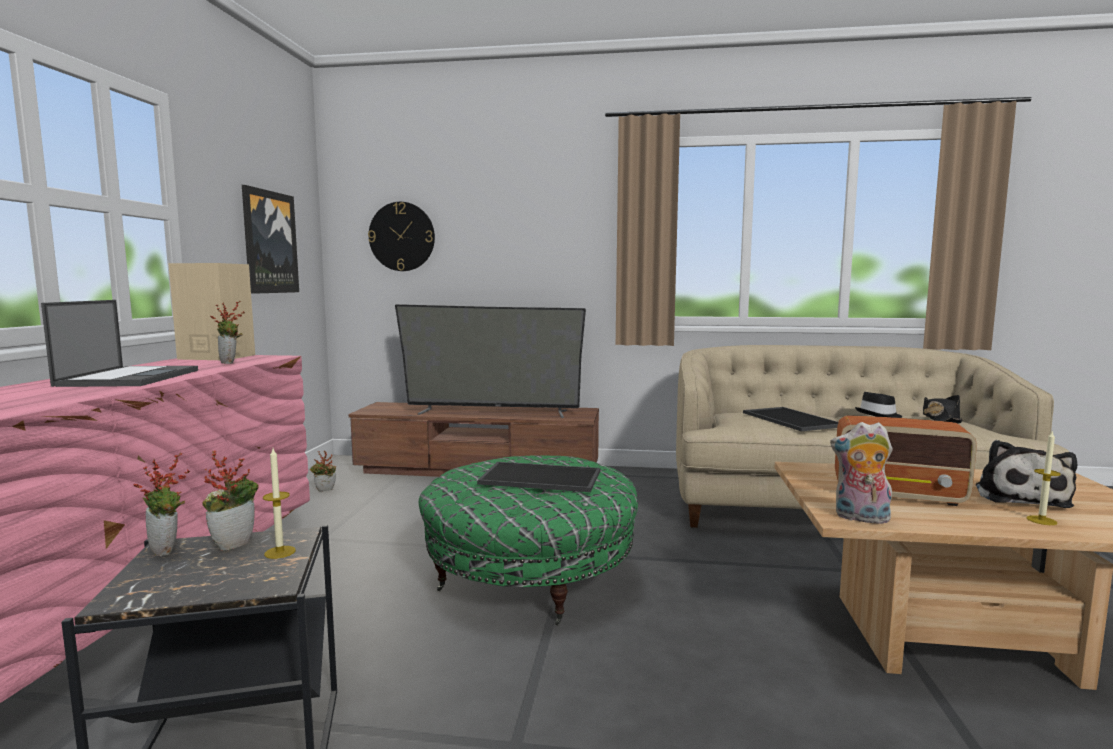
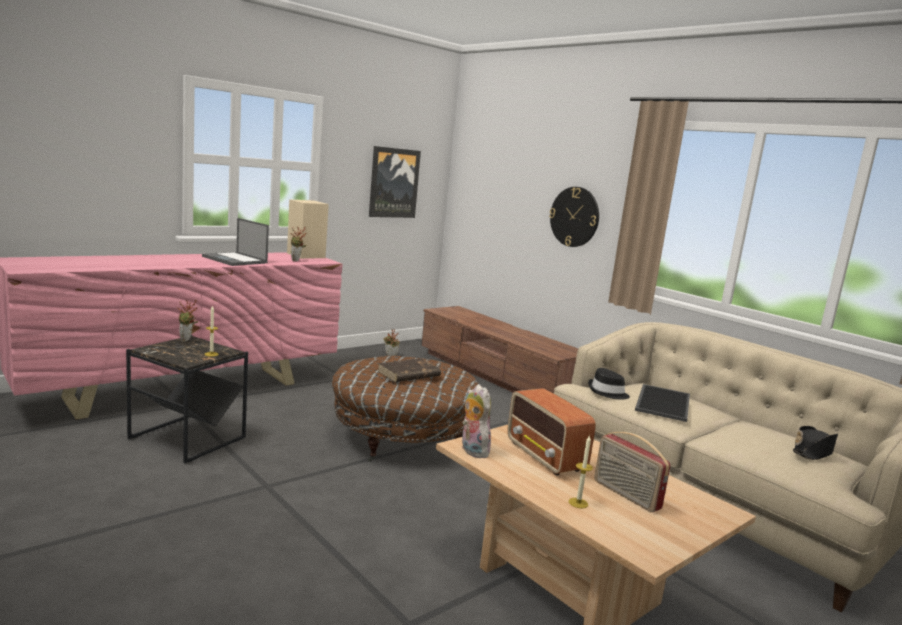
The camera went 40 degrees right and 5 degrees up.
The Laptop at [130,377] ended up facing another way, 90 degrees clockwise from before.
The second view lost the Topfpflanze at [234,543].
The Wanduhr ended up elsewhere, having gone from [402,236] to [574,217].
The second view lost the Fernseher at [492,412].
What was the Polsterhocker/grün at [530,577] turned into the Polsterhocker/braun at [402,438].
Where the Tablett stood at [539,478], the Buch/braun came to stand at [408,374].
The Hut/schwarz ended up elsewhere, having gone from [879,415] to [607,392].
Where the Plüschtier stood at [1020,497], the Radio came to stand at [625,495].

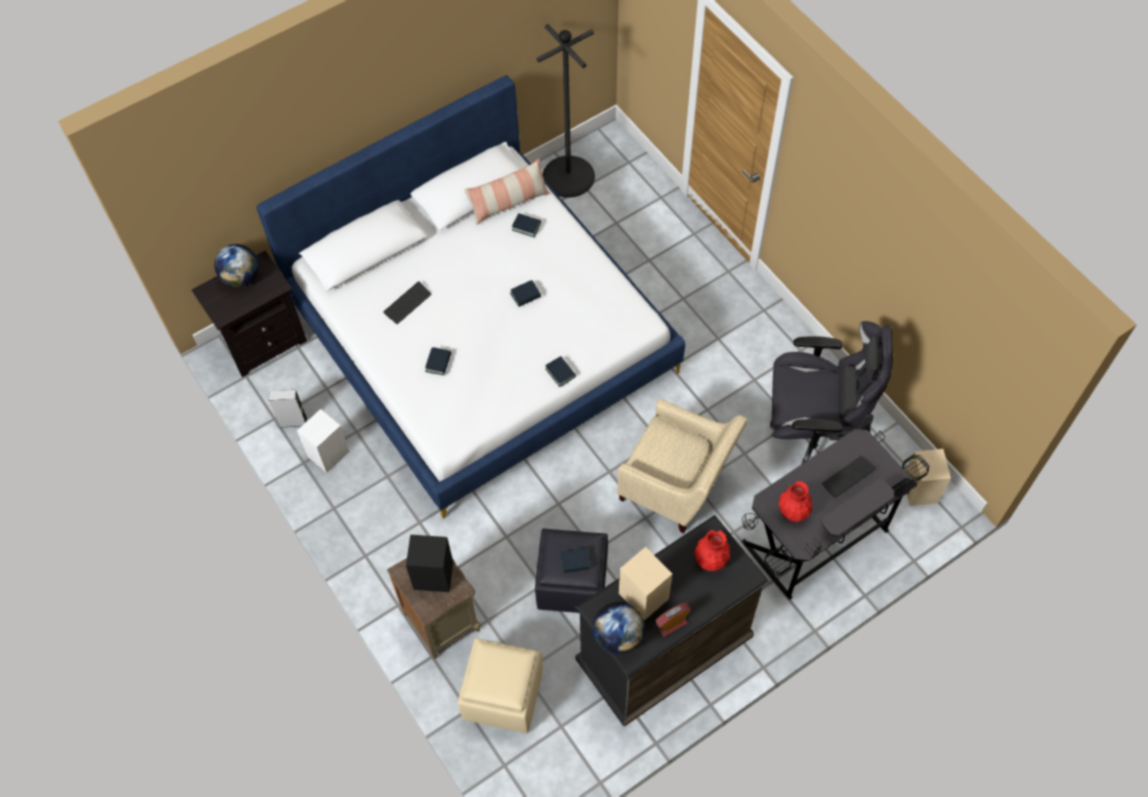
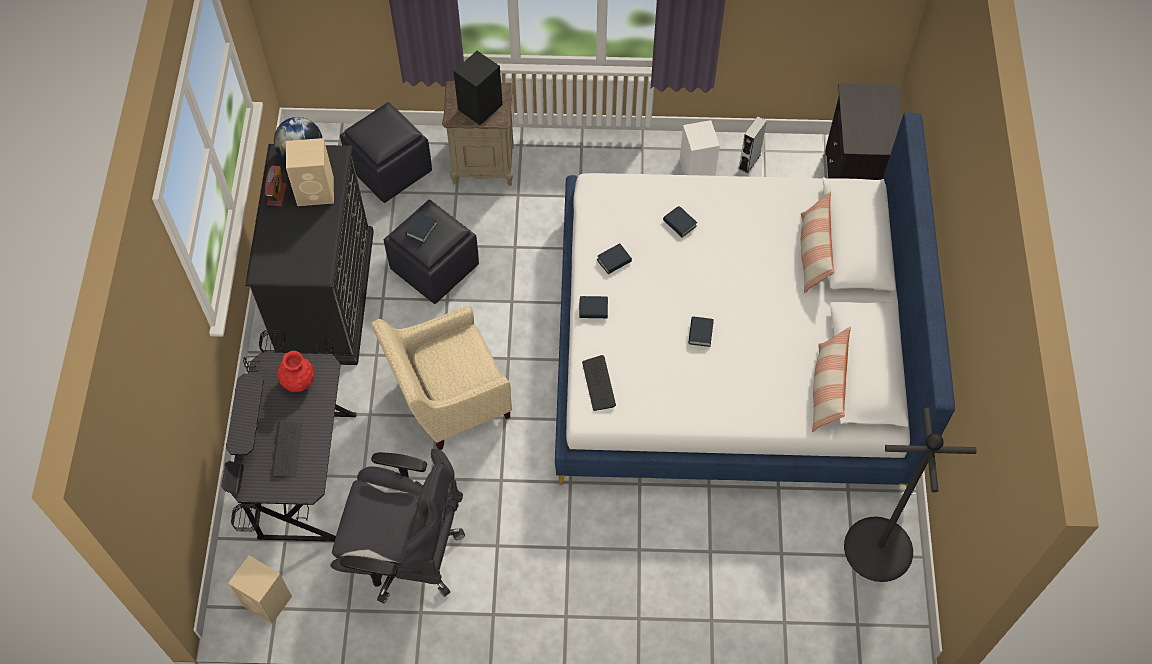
The camera went 125 degrees right and 0 degrees up.
The second view lost the Globus at [241,277].
The Tastatur ended up elsewhere, having gone from [407,303] to [598,384].
What was the Polsterhocker/beige at [502,695] turned into the Polsterhocker/schwarz at [390,168].
The Buch ended up elsewhere, having gone from [526,226] to [614,261].
The second view lost the Vase/rot at [711,559].
The Bürostuhl/schwarz at [811,430] ended up facing another way, 120 degrees counterclockwise from before.
The second view gained the Kissen at [813,253].

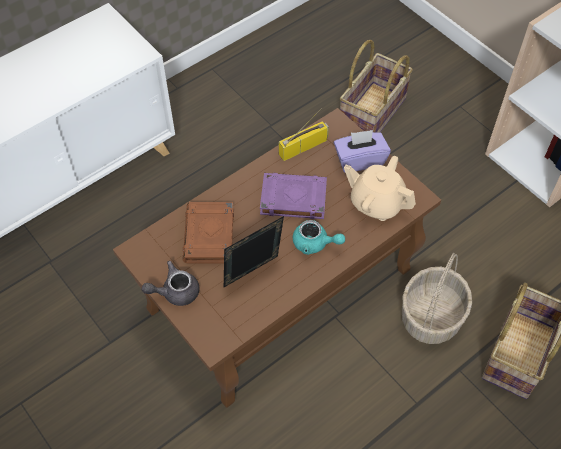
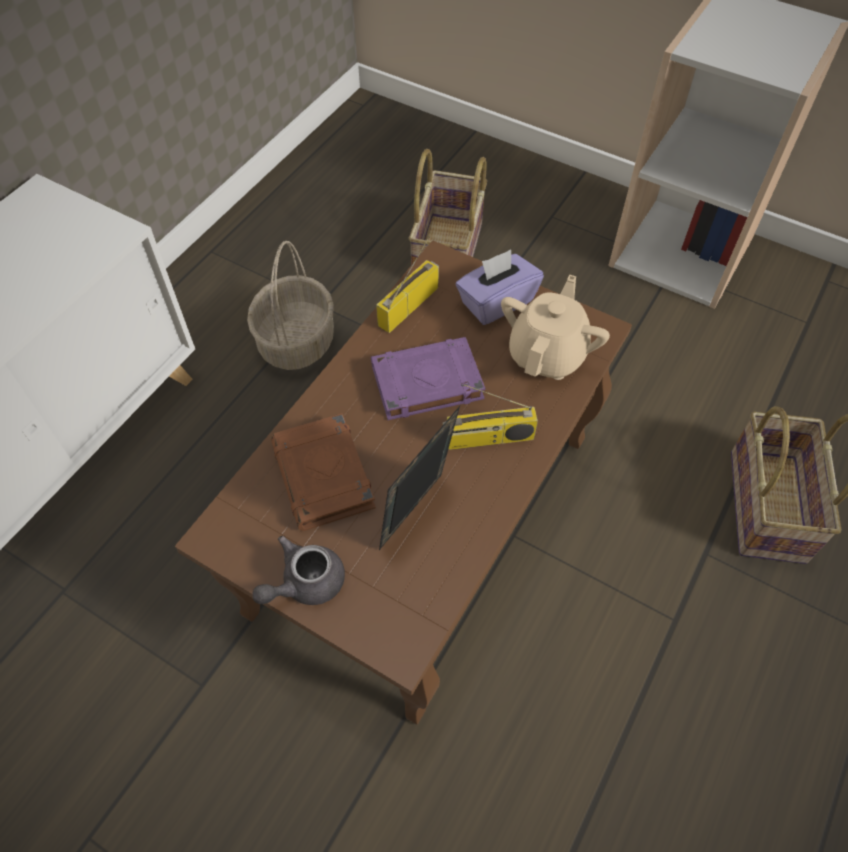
The camera went 20 degrees left and 0 degrees up.
Where the Teekanne/türkis stood at [315,244], the Radio came to stand at [487,439].
The Teekanne/beige at [376,203] ended up facing another way, 105 degrees clockwise from before.
The Korb ended up elsewhere, having gone from [431,317] to [297,342].

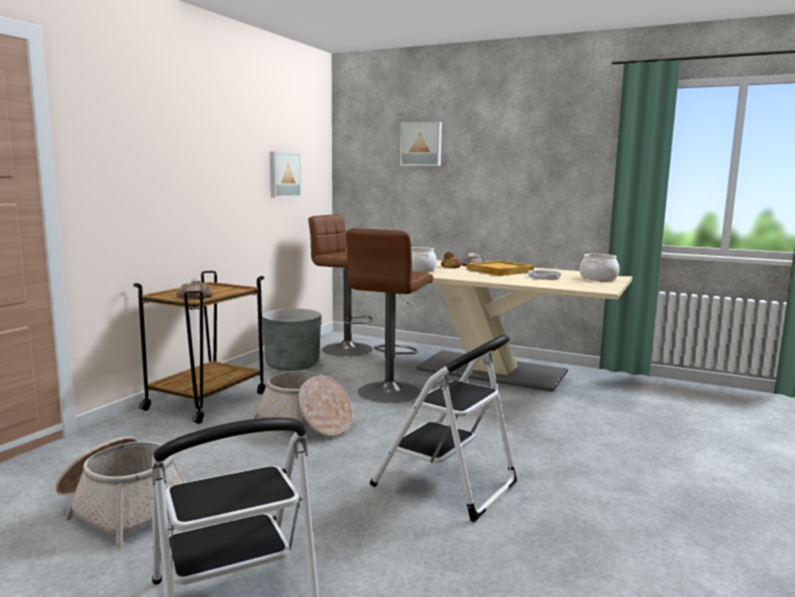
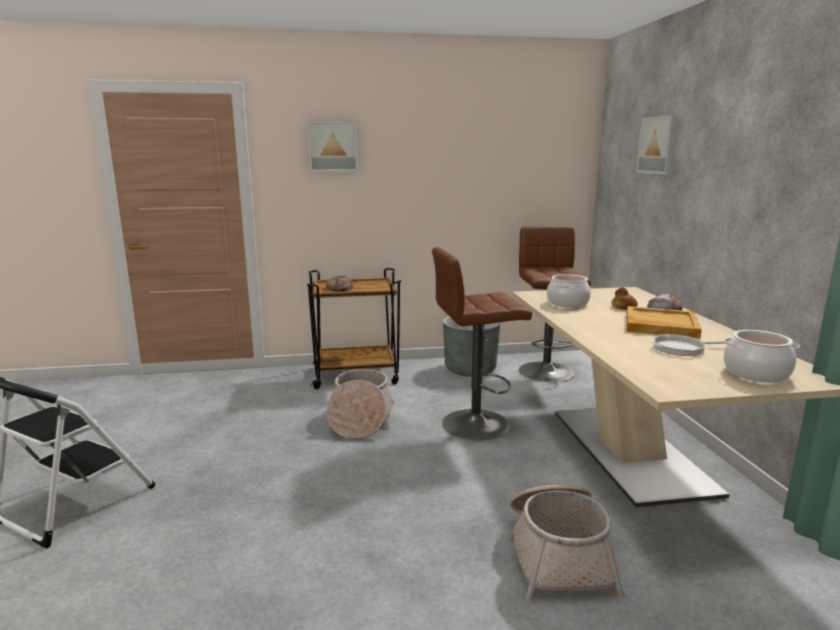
The camera went 55 degrees right and 5 degrees up.
The Korb ended up elsewhere, having gone from [123,508] to [558,554].
The Bild ended up elsewhere, having gone from [283,174] to [333,146].
The second view lost the Trittleiter at [448,485].

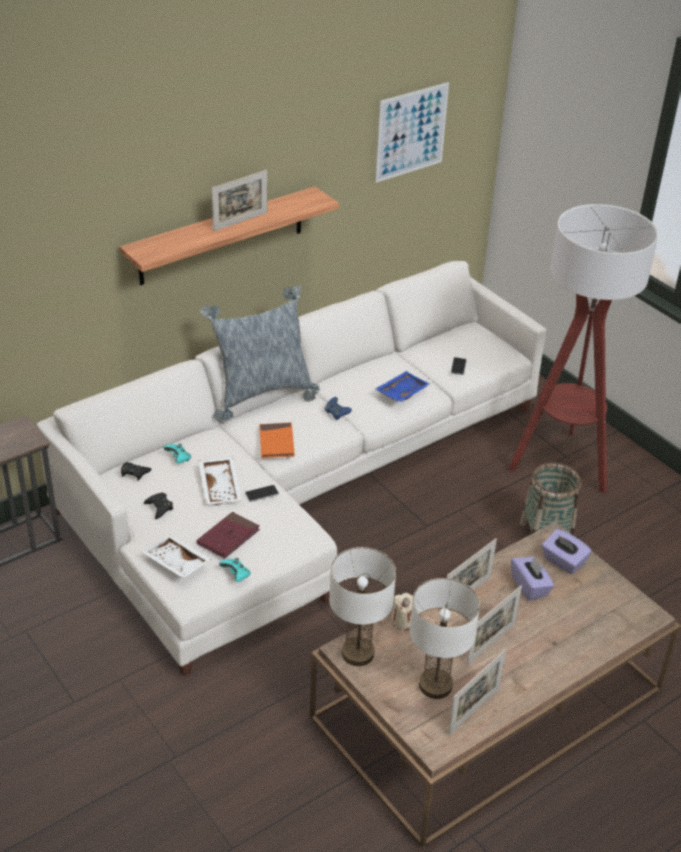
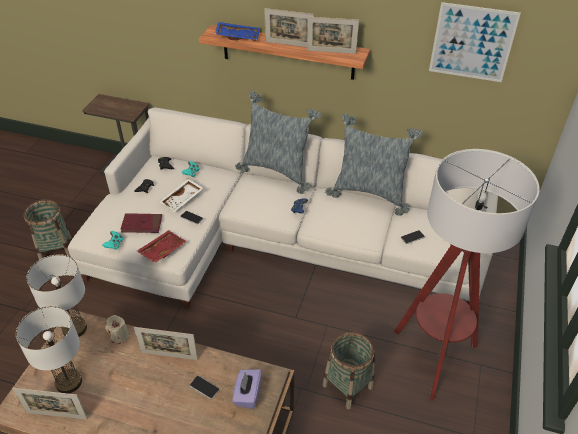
The camera went 55 degrees right and 5 degrees up.
The second view lost the Tablett/weiß at [176,563].
The second view lost the Buch/orange at [276,443].
The Tablett/blau ended up elsewhere, having gone from [401,392] to [238,36].
The Bilderrahmen ended up elsewhere, having gone from [491,643] to [331,52].
Where the Taschentuchbox/lila stood at [530,586], the Handy came to stand at [204,387].
The second view gained the Korb at [56,249].
The second view gained the Tablett/rot at [162,250].
The second view gained the Kissen at [369,197].

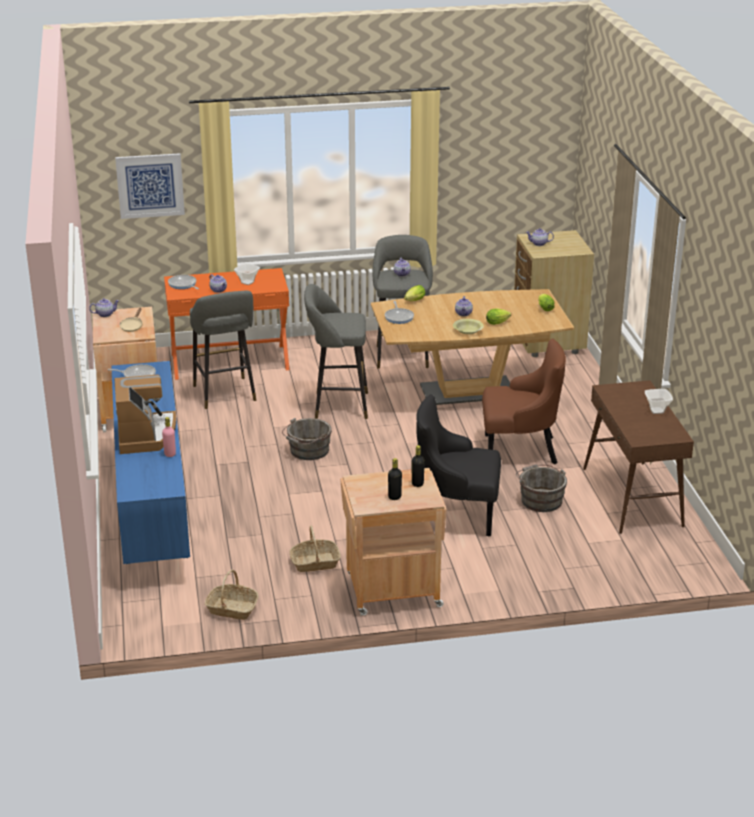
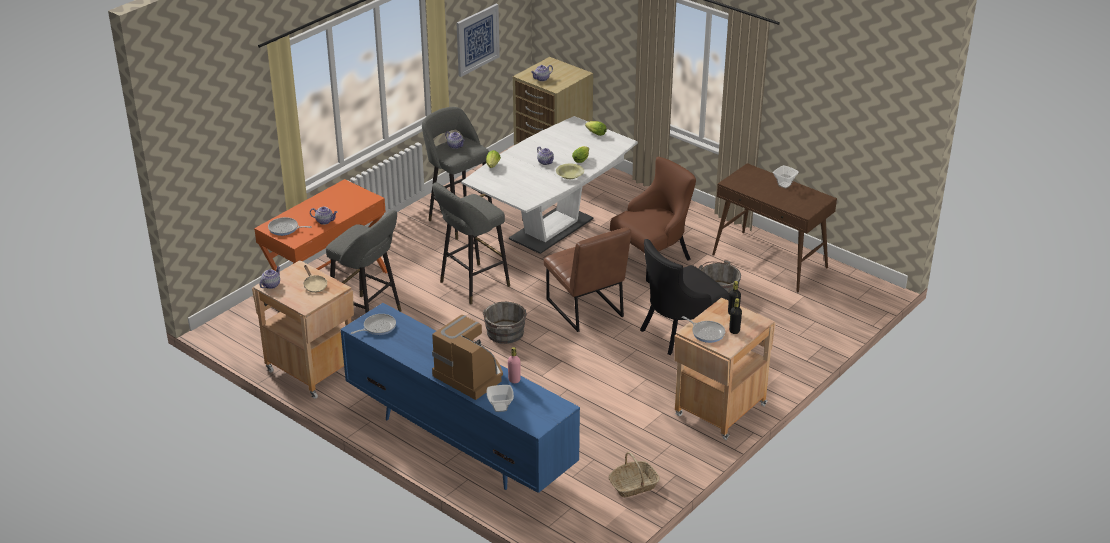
The camera went 40 degrees left and 5 degrees up.
The Bild ended up elsewhere, having gone from [150,185] to [477,39].
The Schüssel ended up elsewhere, having gone from [247,282] to [499,407].
The second view lost the Korb at [315,563].
What was the Esstisch/braun at [468,391] turned into the Esstisch/weiß at [551,229].
The Pfanne ended up elsewhere, having gone from [399,317] to [706,333].
The second view gained the Stuhl/braun at [585,309].

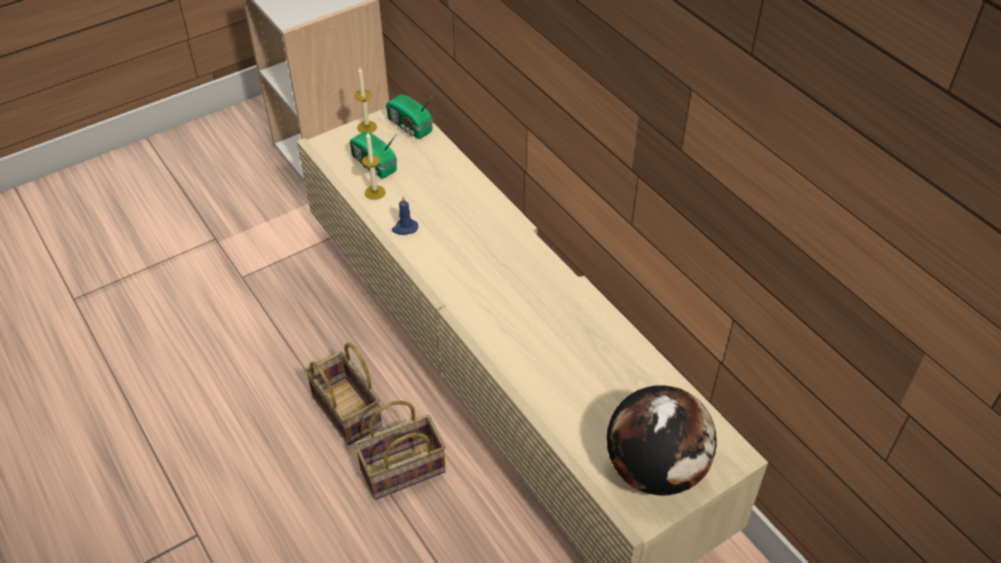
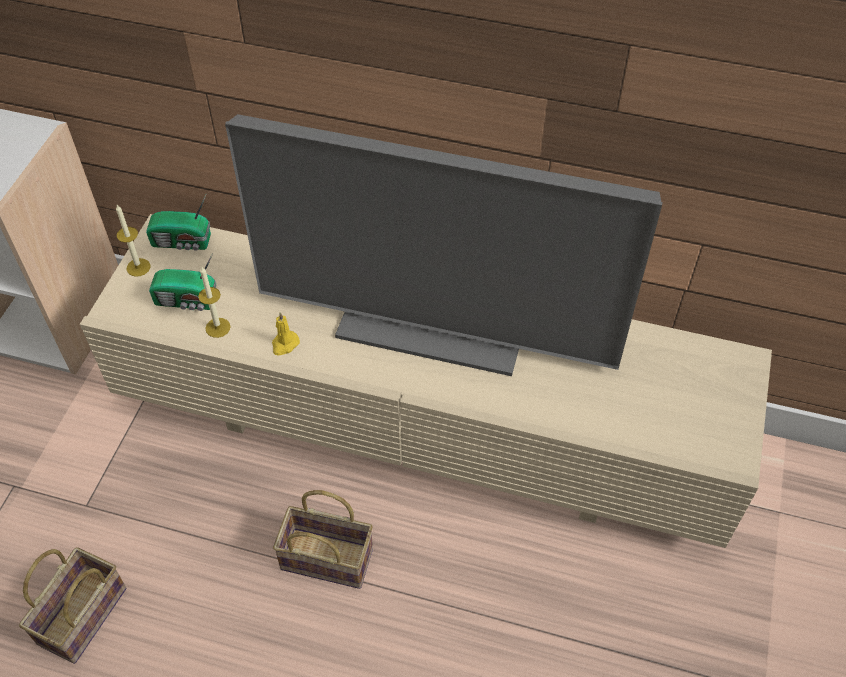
The camera went 40 degrees left and 5 degrees up.
The Korb ended up elsewhere, having gone from [401,472] to [83,619].
What was the Kerze/blau at [404,228] turned into the Kerze/gelb at [284,344].
The second view lost the Globus at [655,469].
The second view gained the Fernseher at [436,323].

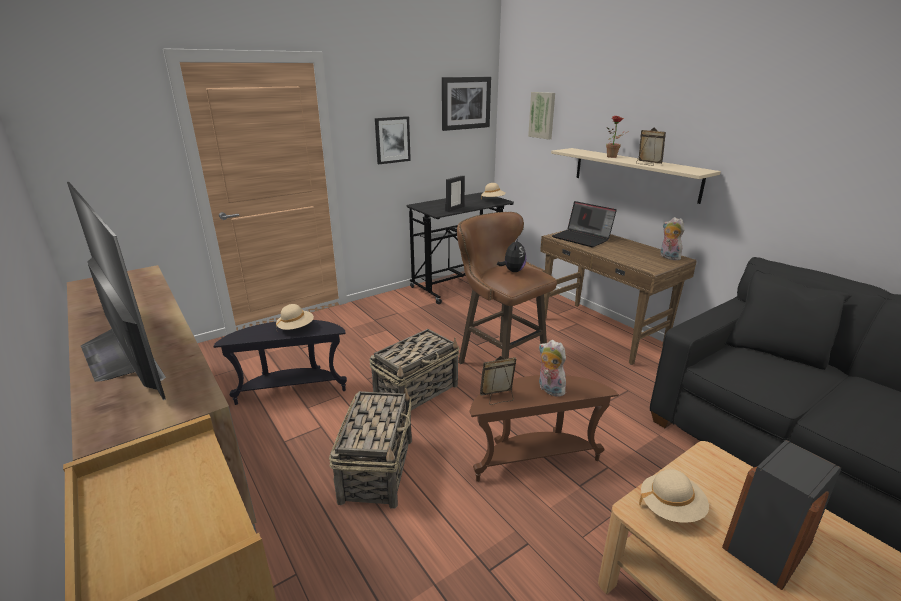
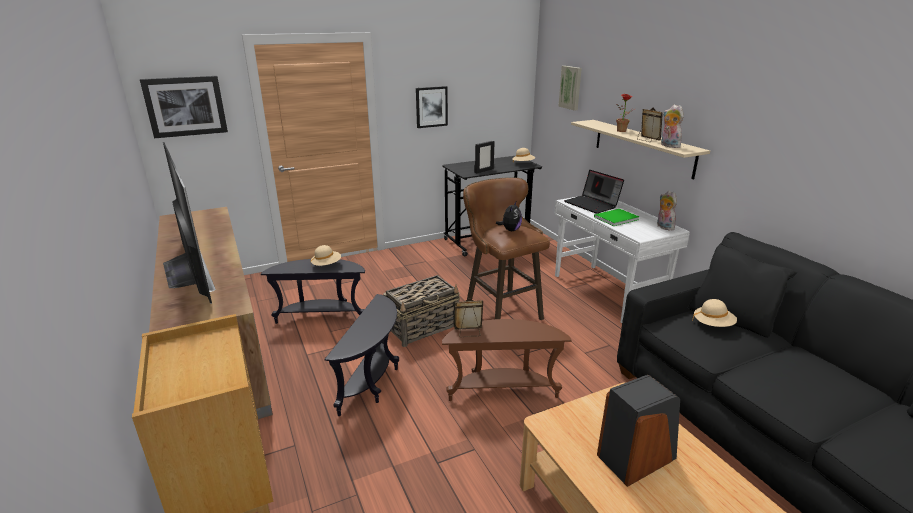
The camera went 10 degrees right and 0 degrees up.
Where the Korb stood at [377,468], the Beistelltisch/schwarz came to stand at [373,382].
The Bild ended up elsewhere, having gone from [465,103] to [185,106].
The Plüschtier ended up elsewhere, having gone from [549,389] to [668,146].
What was the Konsolentisch/braun at [602,332] turned into the Konsolentisch/weiß at [607,293].
The Hut/beige ended up elsewhere, having gone from [671,508] to [713,324].
The second view gained the Buch/grün at [614,218].

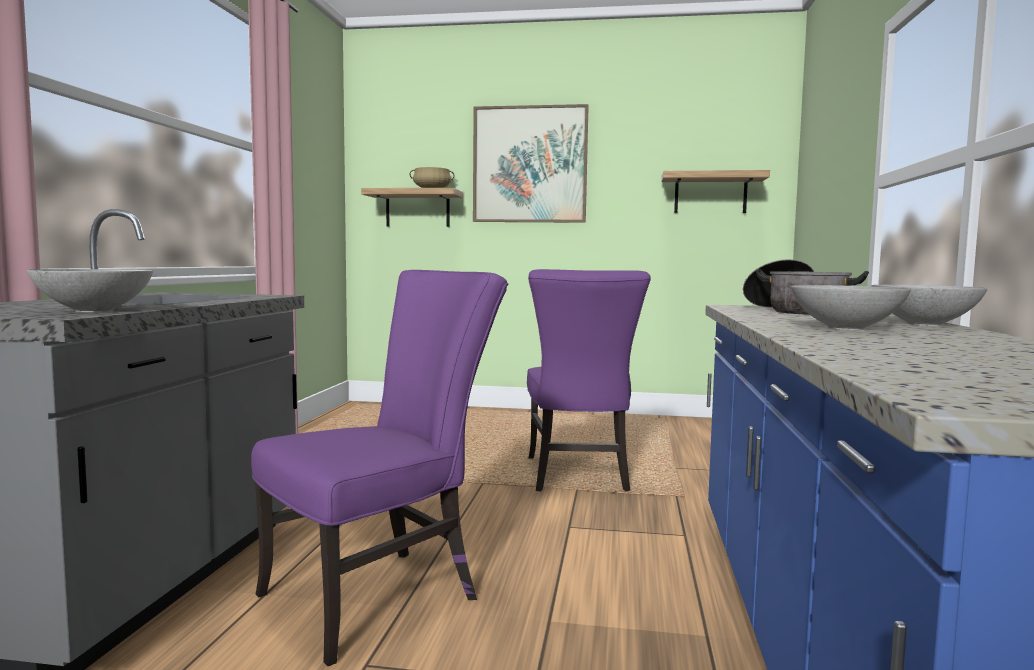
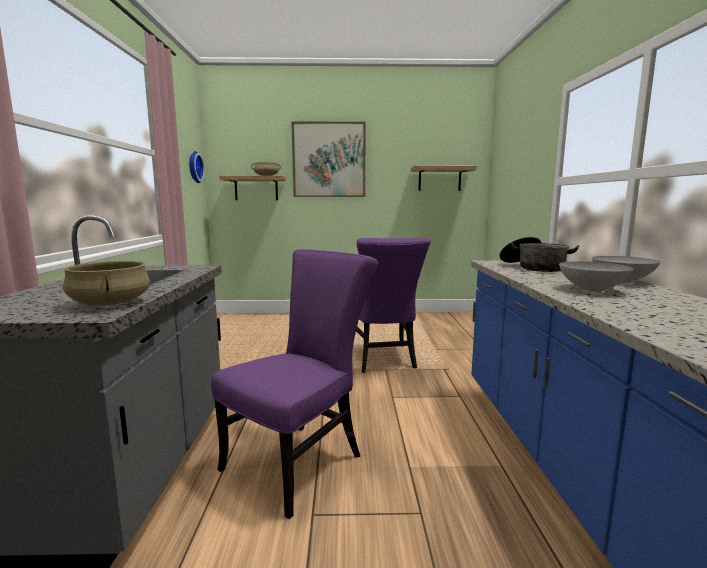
The camera went 10 degrees left and 5 degrees up.
Where the Schüssel/grau stood at [93,310], the Kochtopf/beige came to stand at [109,303].
The second view gained the Wanduhr at [194,167].

